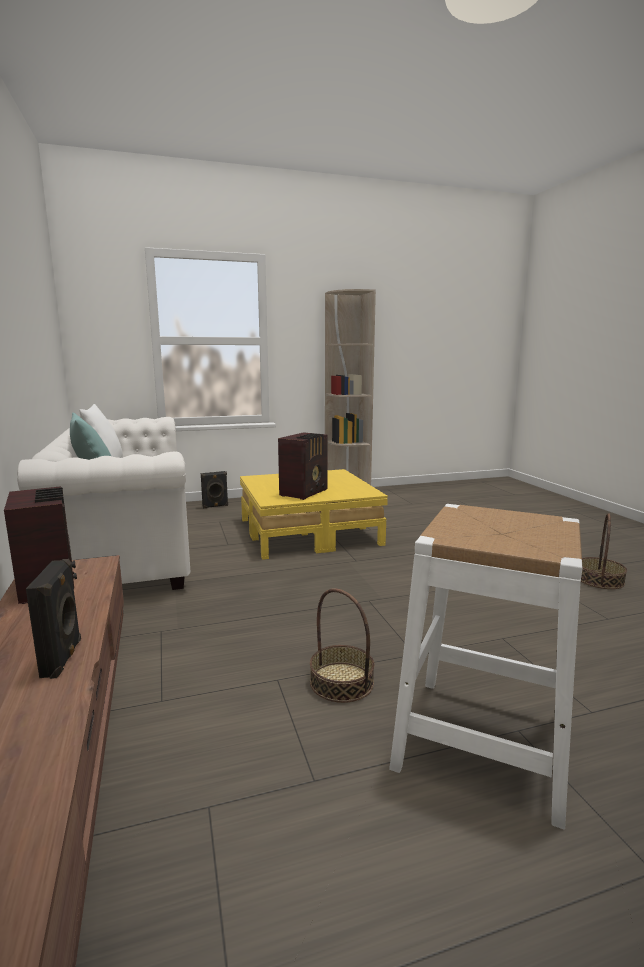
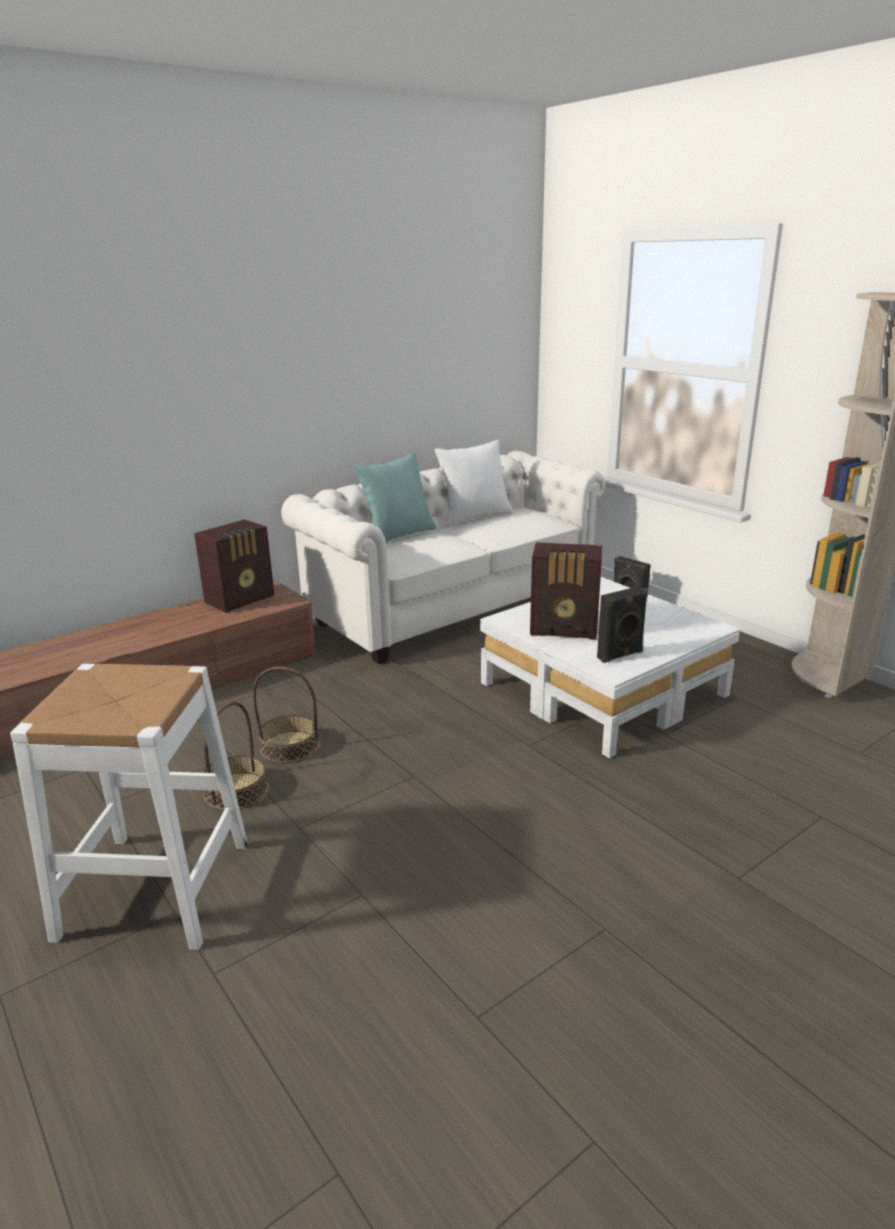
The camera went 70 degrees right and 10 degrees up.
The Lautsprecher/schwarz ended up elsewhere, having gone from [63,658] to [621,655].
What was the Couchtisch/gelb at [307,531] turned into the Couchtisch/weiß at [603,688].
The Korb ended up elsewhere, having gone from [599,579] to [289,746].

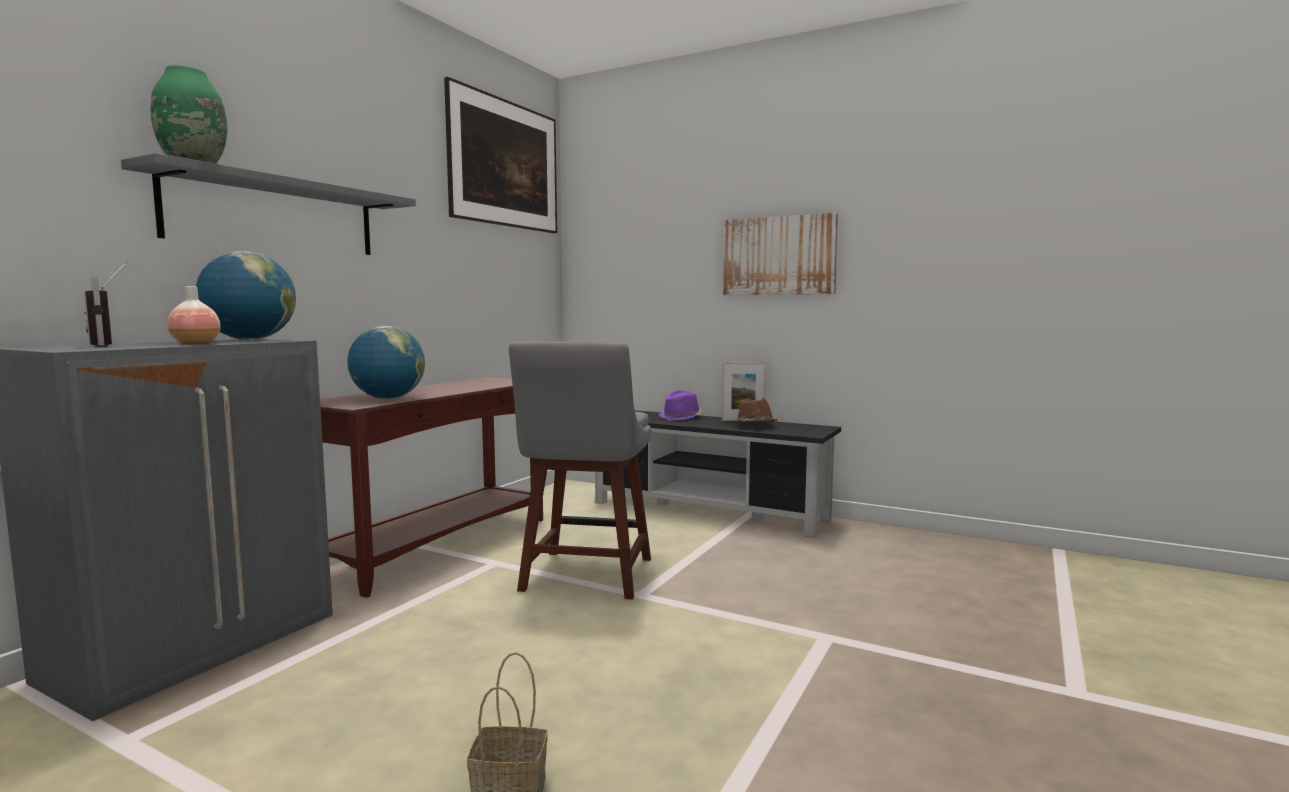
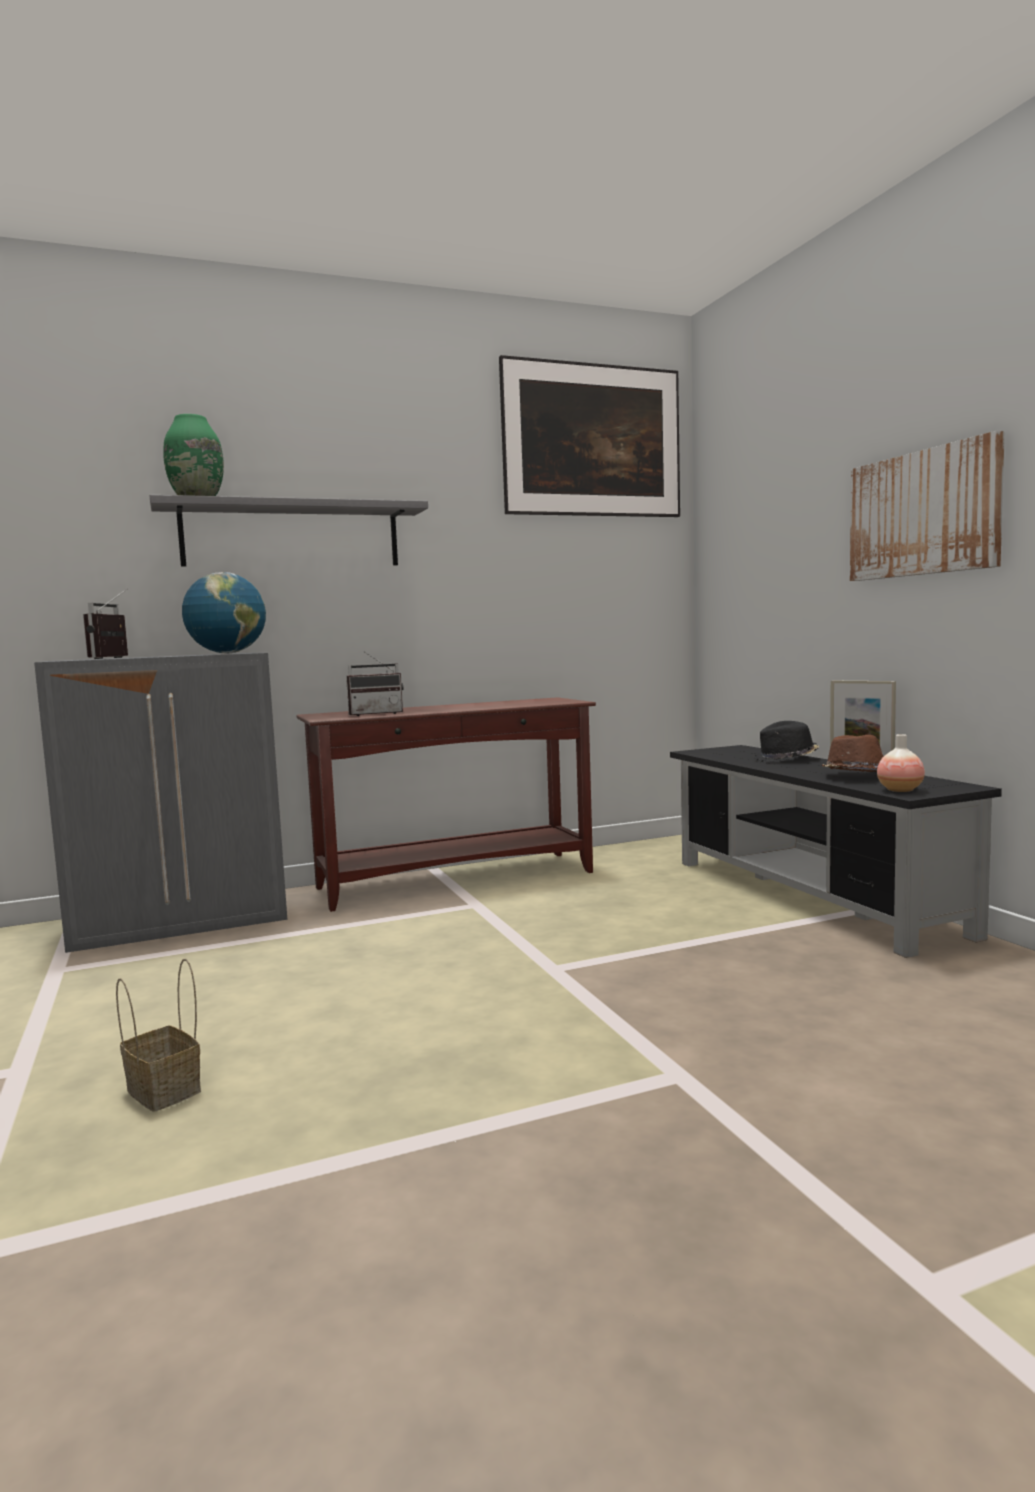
The camera went 40 degrees right and 0 degrees up.
The Vase ended up elsewhere, having gone from [195,344] to [900,790].
Where the Globus stood at [388,399], the Radio came to stand at [375,714].
The second view lost the Hocker/grau at [585,576].
What was the Hut/lila at [681,417] turned into the Hut/schwarz at [786,759].

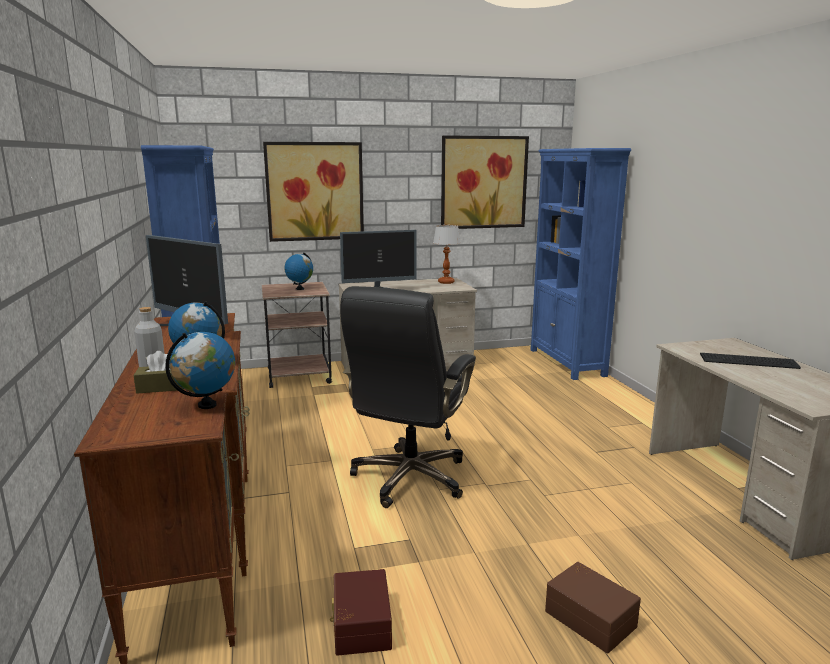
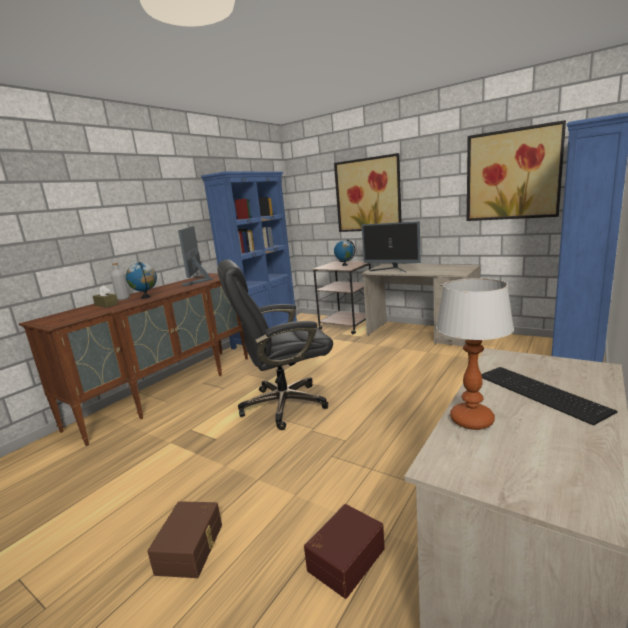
The camera went 50 degrees right and 0 degrees up.
The second view lost the Globus at [207,405].
The Aufbewahrungsbox/braun ended up elsewhere, having gone from [360,624] to [344,558].
The Tischlampe ended up elsewhere, having gone from [445,282] to [471,420].

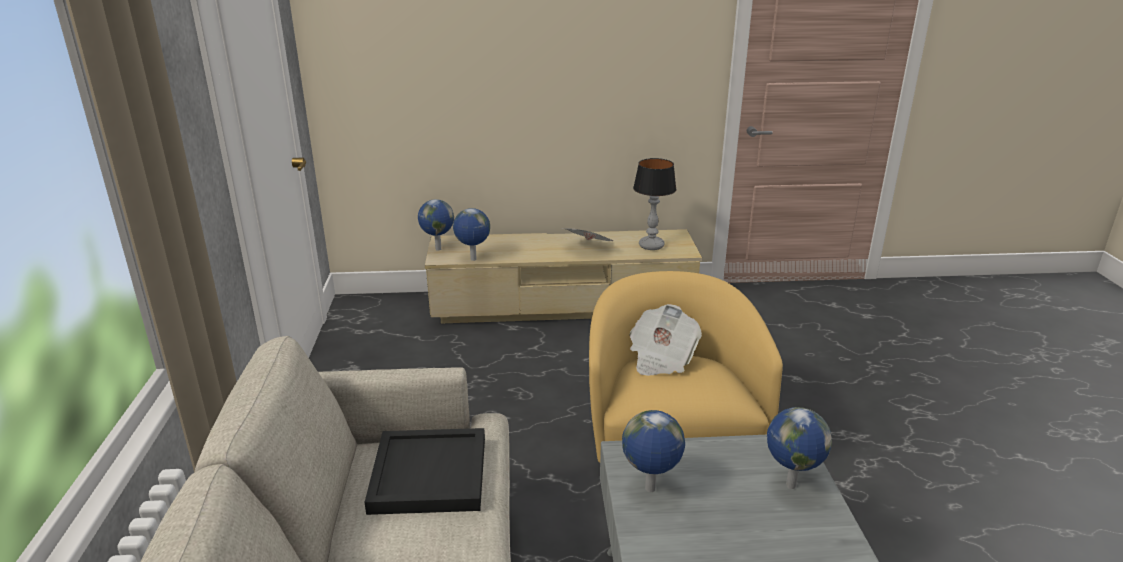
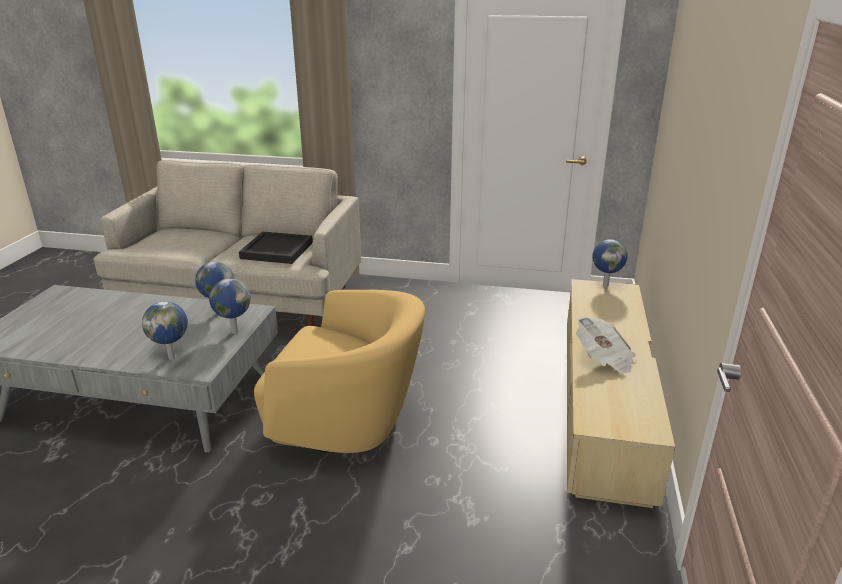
The camera went 105 degrees right and 0 degrees up.
The Globus ended up elsewhere, having gone from [473,259] to [234,331].
The second view lost the Zeitung at [661,358].
The second view lost the Tischlampe at [651,246].

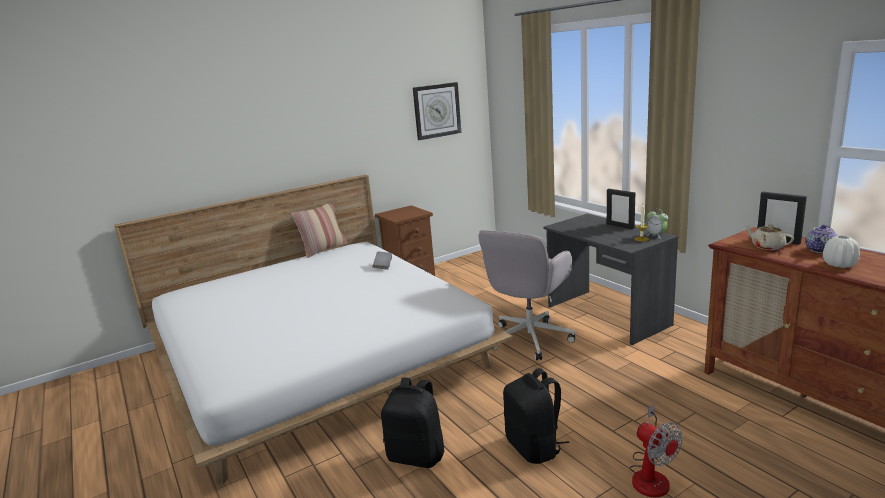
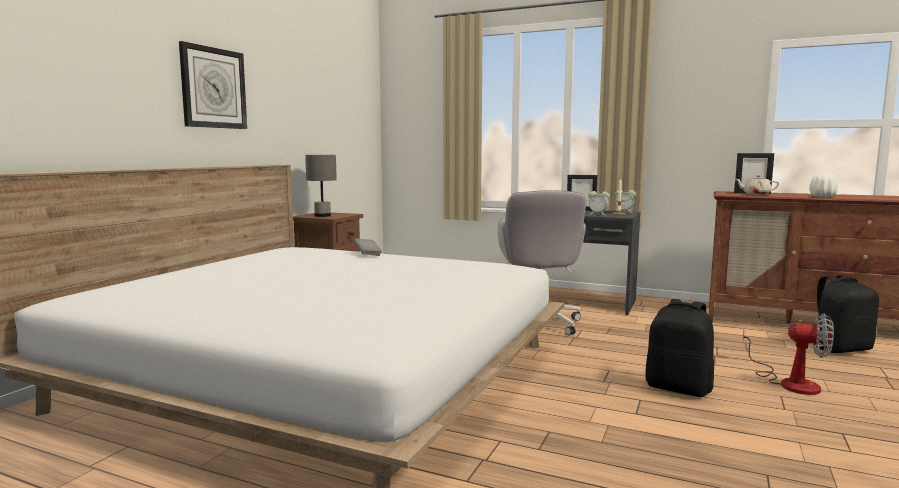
The camera went 35 degrees left and 10 degrees down.
The second view lost the Kissen at [323,249].
The Rucksack/schwarz ended up elsewhere, having gone from [417,455] to [840,348].
The Wanduhr ended up elsewhere, having gone from [437,110] to [213,88].
The second view lost the Teekanne at [821,250].
The second view gained the Tischlampe/grau at [322,215].
The second view gained the Wecker at [598,214].

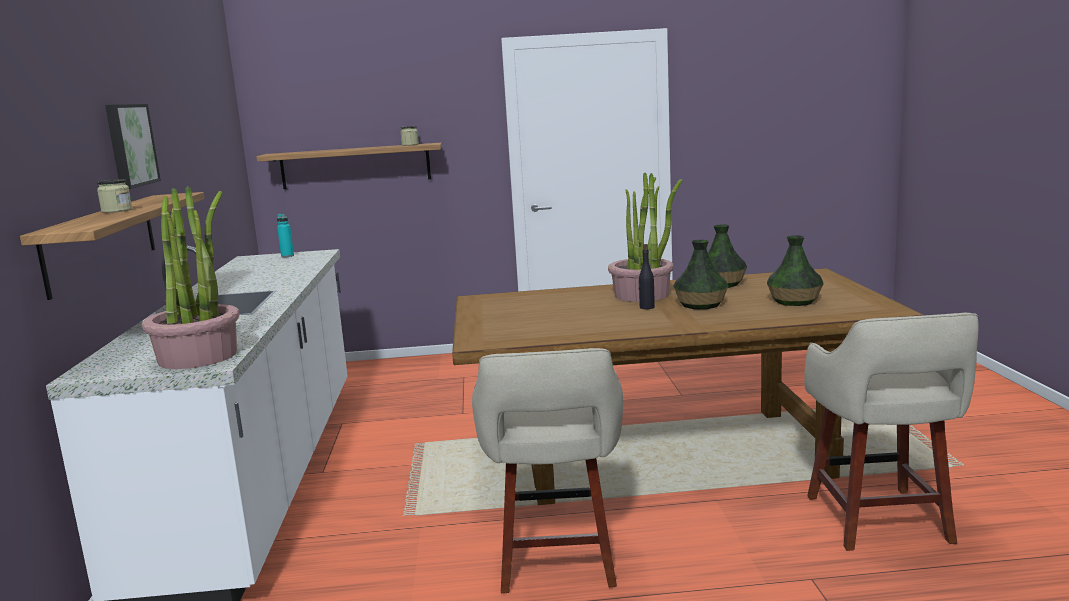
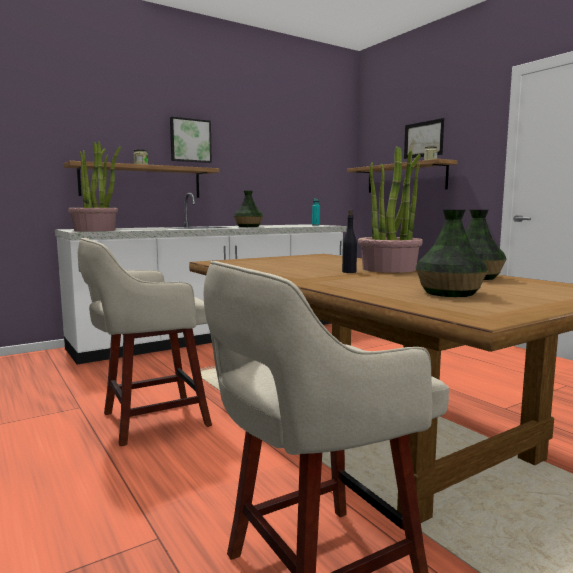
The camera went 60 degrees right and 5 degrees down.
The Vase ended up elsewhere, having gone from [701,304] to [249,226].
The second view gained the Bild at [423,139].

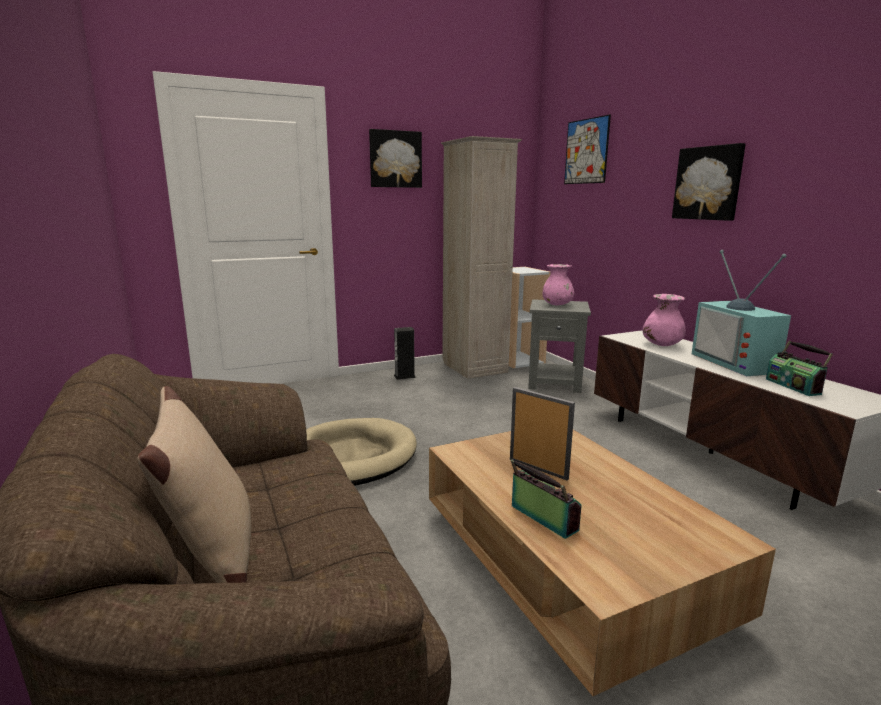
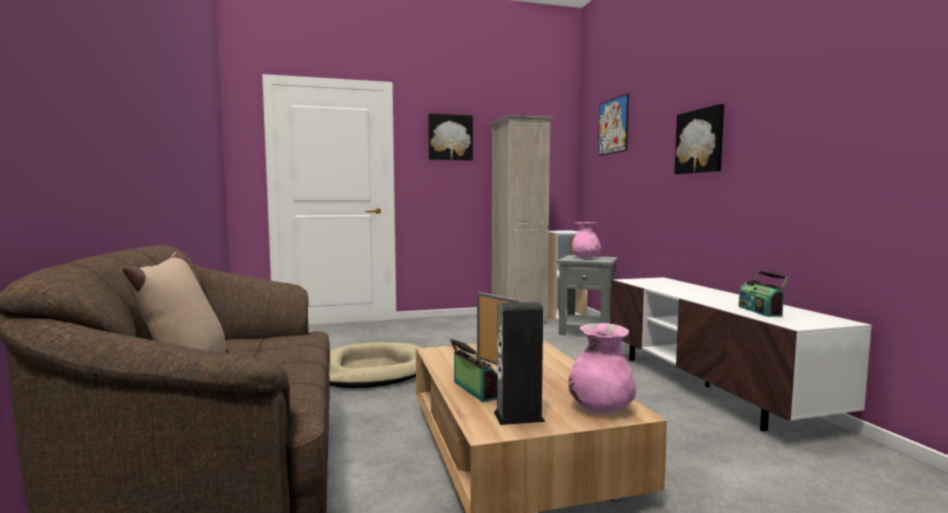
The camera went 10 degrees right and 10 degrees down.
The Lautsprecher ended up elsewhere, having gone from [404,376] to [518,416].
The Vase/rosa ended up elsewhere, having gone from [661,345] to [600,409].
The second view lost the Fernseher at [737,363].

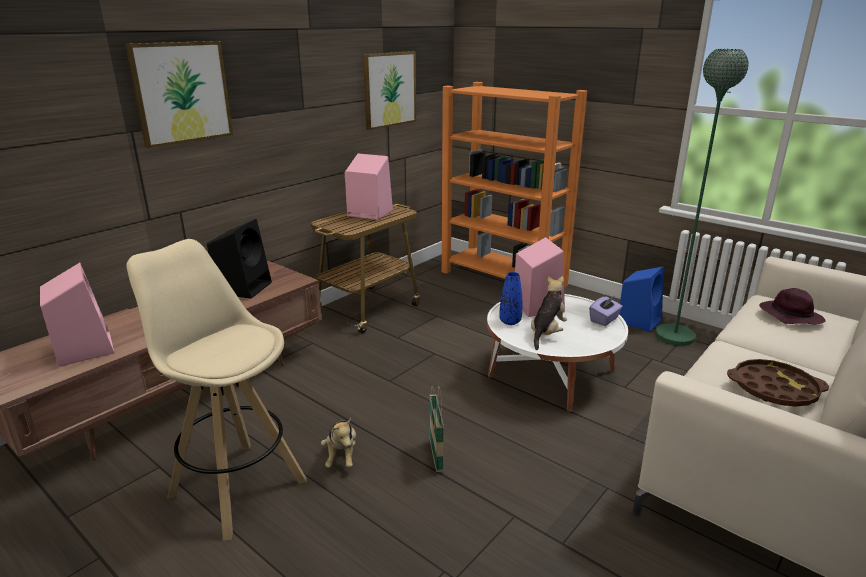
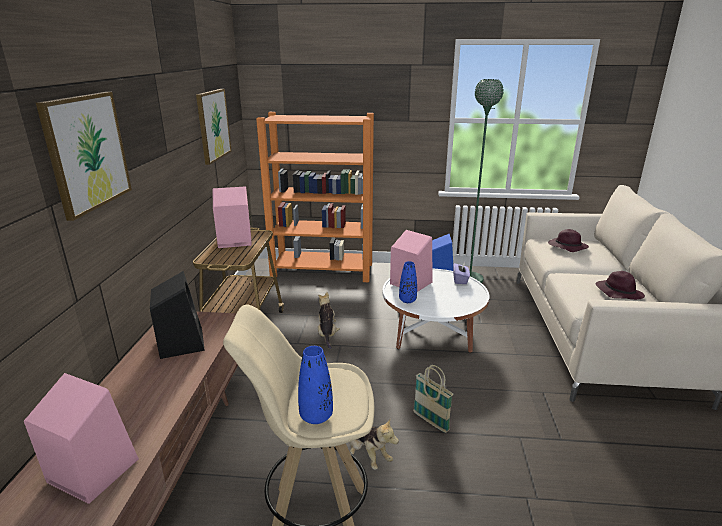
The camera went 35 degrees left and 0 degrees up.
The Plüschtier ended up elsewhere, having gone from [547,333] to [327,334].
Where the Tablett/braun stood at [774,389], the Hut/lila came to stand at [618,292].
The second view gained the Vase/blau at [316,416].

